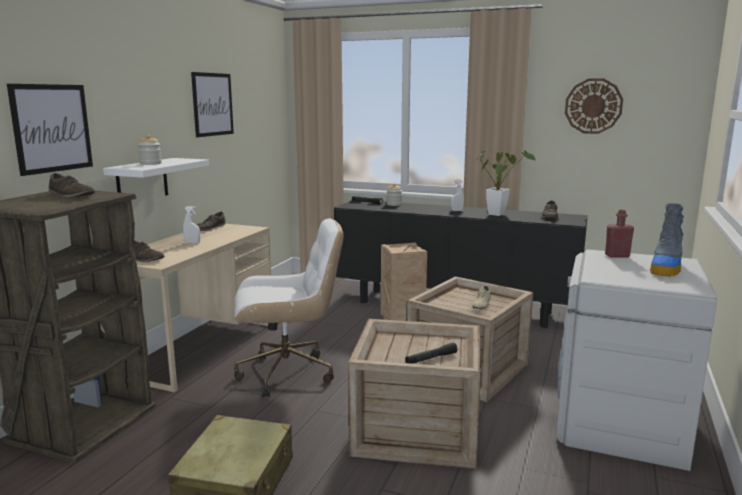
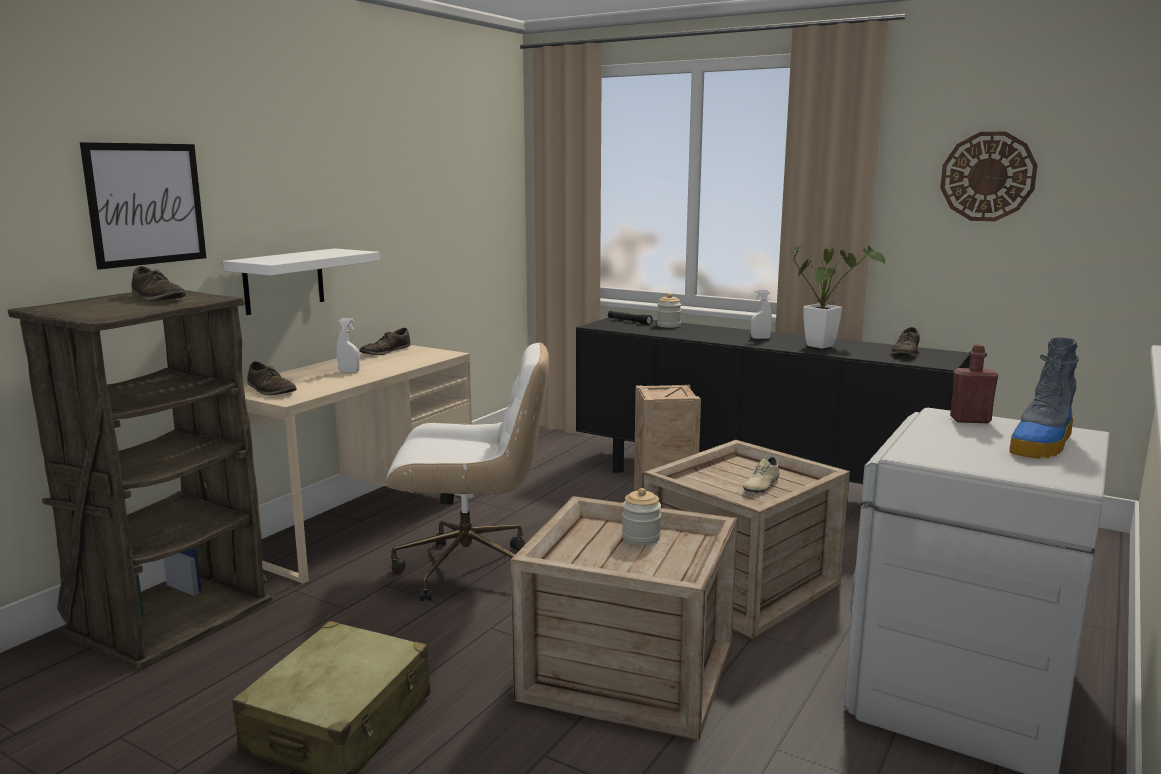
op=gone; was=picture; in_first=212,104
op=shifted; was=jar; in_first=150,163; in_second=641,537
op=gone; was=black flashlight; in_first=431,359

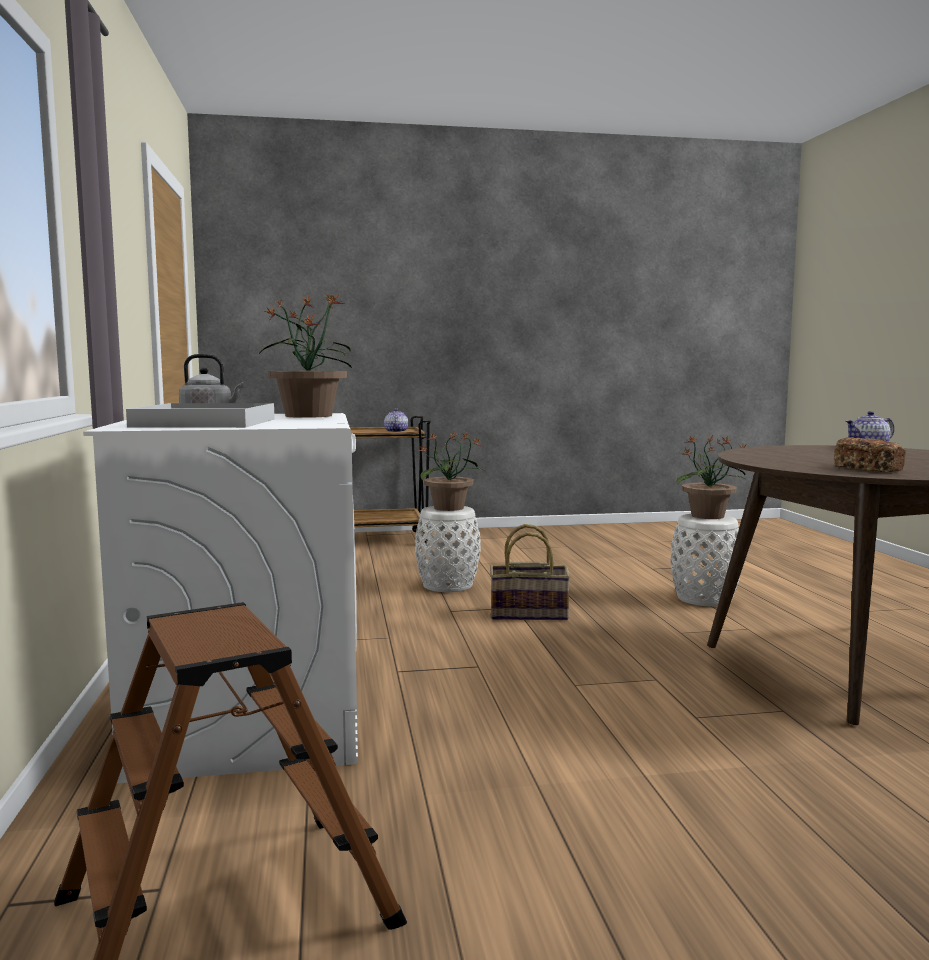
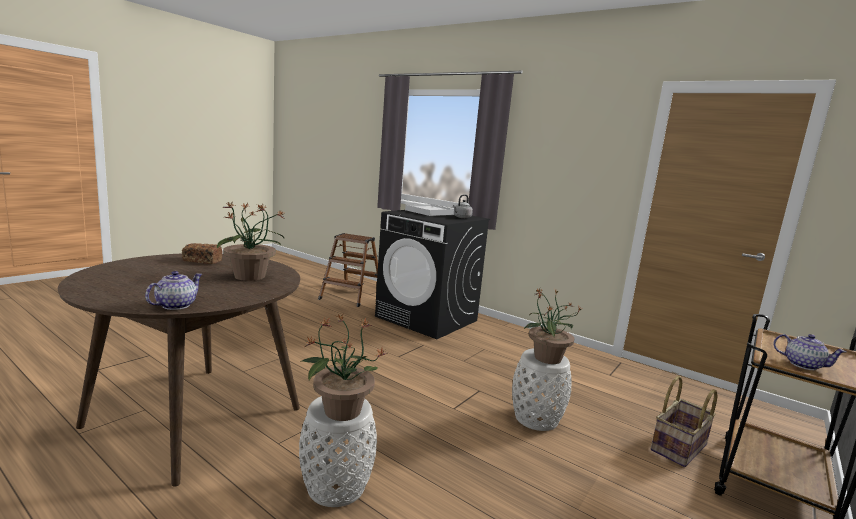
op=shifted; was=potted plant; in_first=308,415; in_second=250,276
op=repainted; was=white washing machine; now=black washing machine; in_first=250,719; in_second=427,319
op=shifted; was=basket; in_first=529,613; in_second=679,448

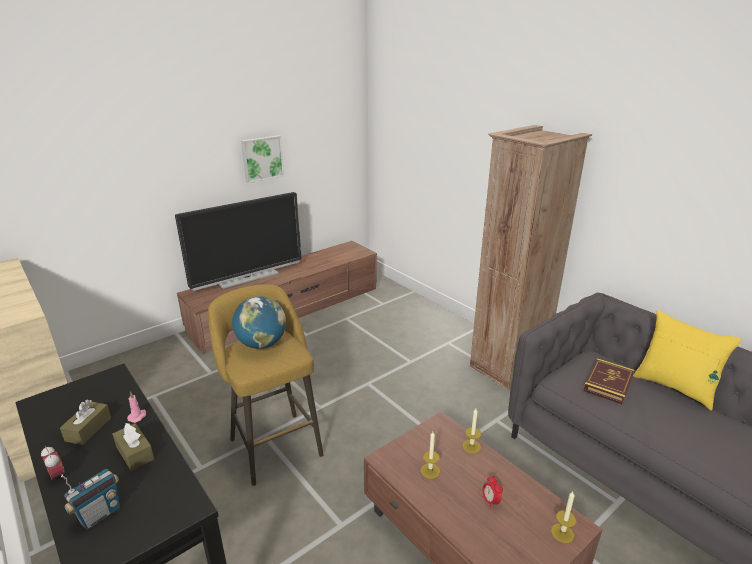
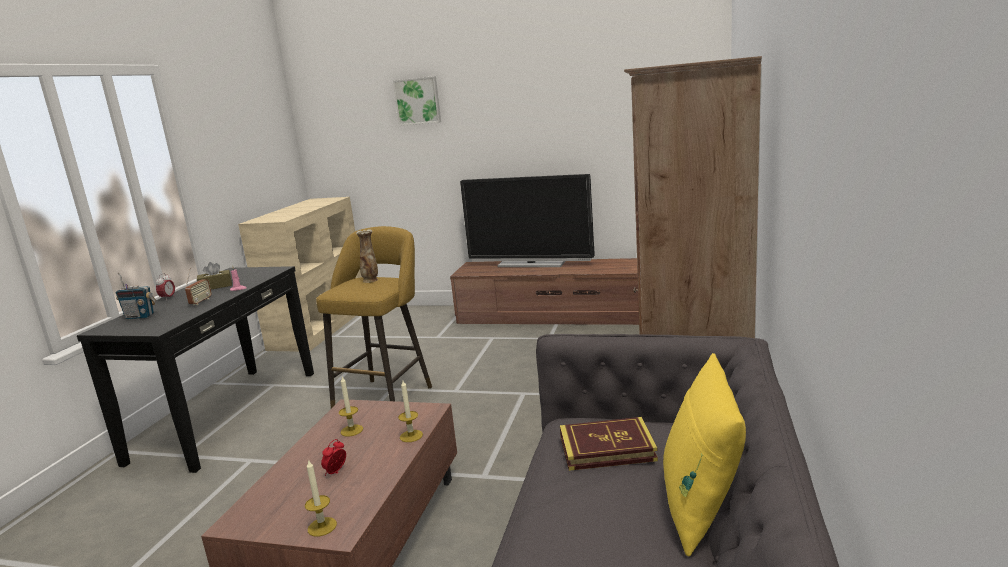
op=shifted; was=picture; in_first=262,158; in_second=418,101
op=swapped; was=globe; now=vase; in_first=262,344; in_second=371,280
op=swapped; was=brown tissue box; now=radio; in_first=135,453; in_second=200,302

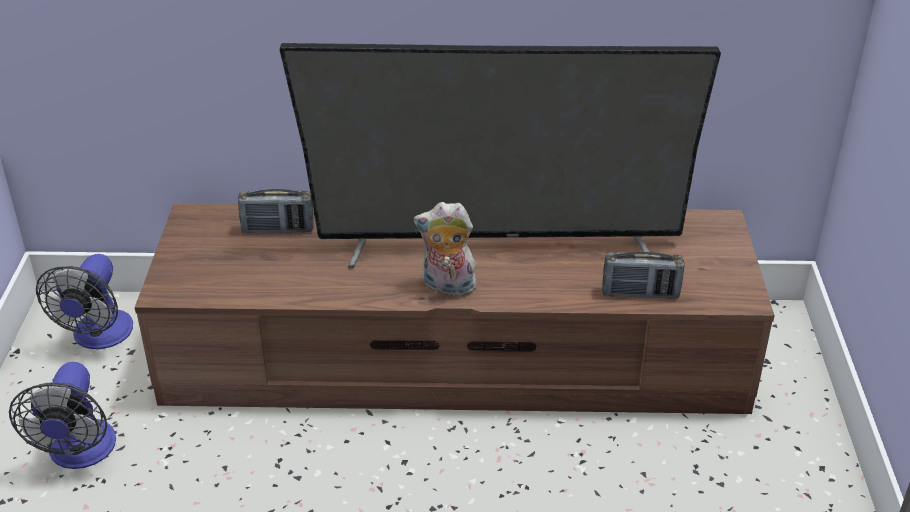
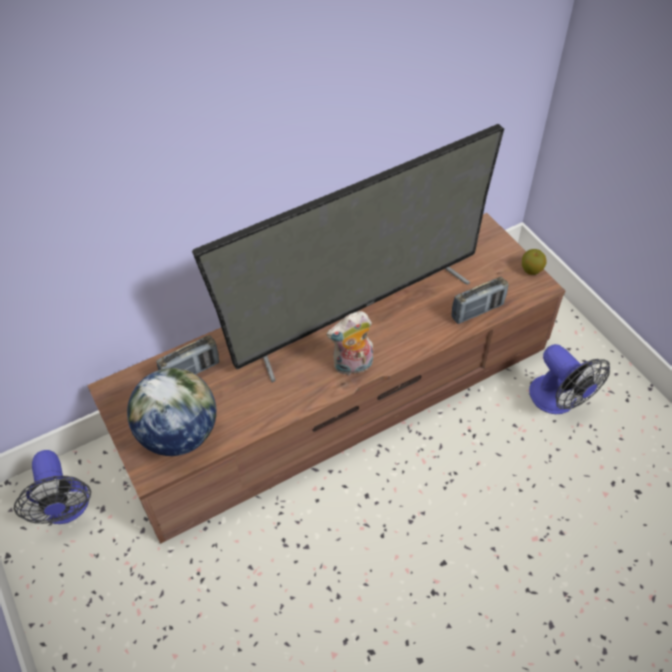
op=shifted; was=fan; in_first=80,454; in_second=559,401
op=new; now=apple; in_second=531,270
op=new; now=globe; in_second=179,434

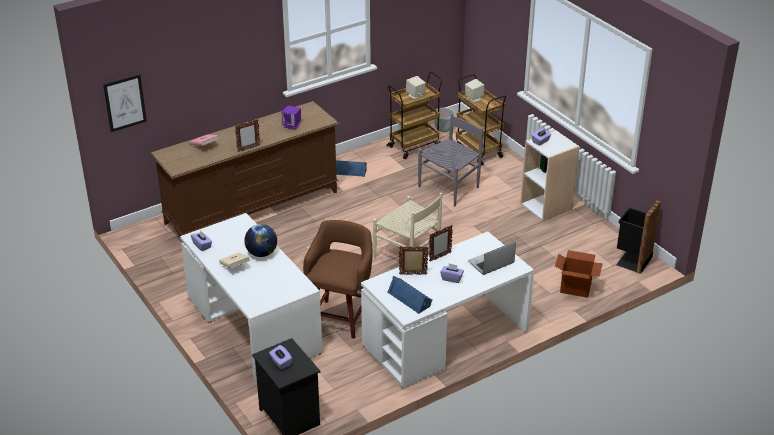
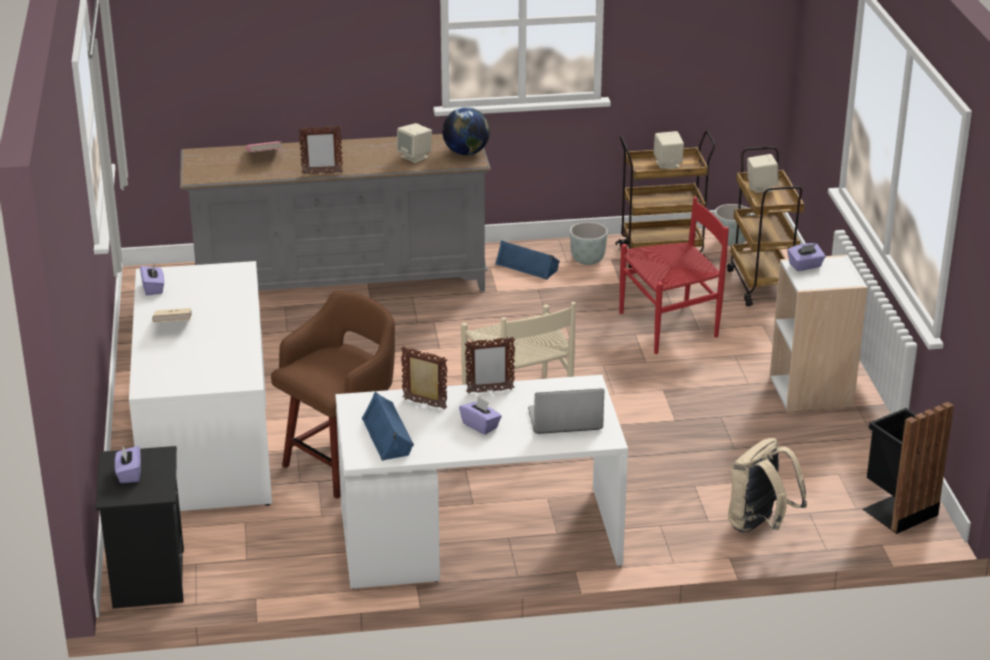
op=gone; was=picture; in_first=125,103
op=repainted; was=brown cabinet; now=grey cabinet; in_first=252,208; in_second=341,283
op=repainted; was=purple speaker; now=beige speaker; in_first=292,125; in_second=415,157
op=repainted; was=grey chair; now=red chair; in_first=450,188; in_second=670,327
op=shifted; was=globe; in_first=261,253; in_second=466,153
op=swapped; was=cardboard box; now=beige backpack; in_first=575,288; in_second=760,525
op=new; now=grey planter; in_second=588,260

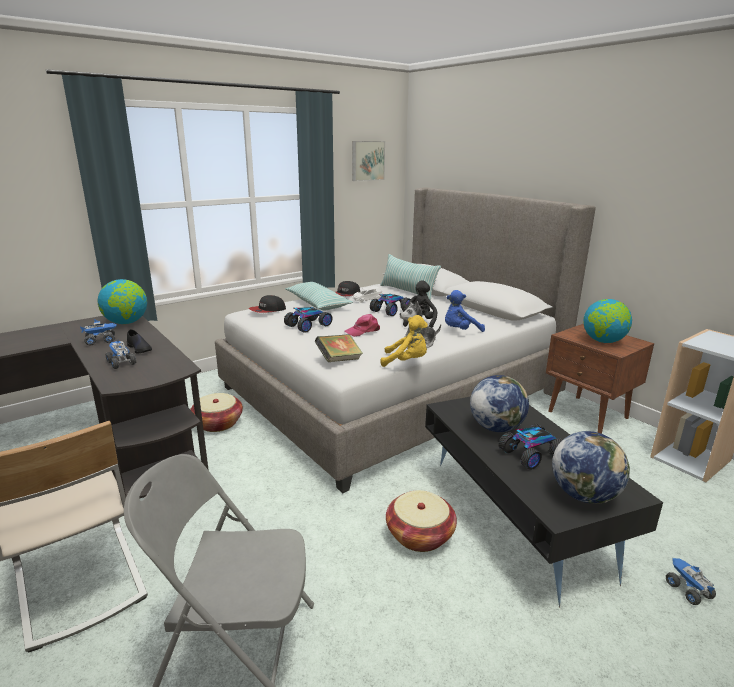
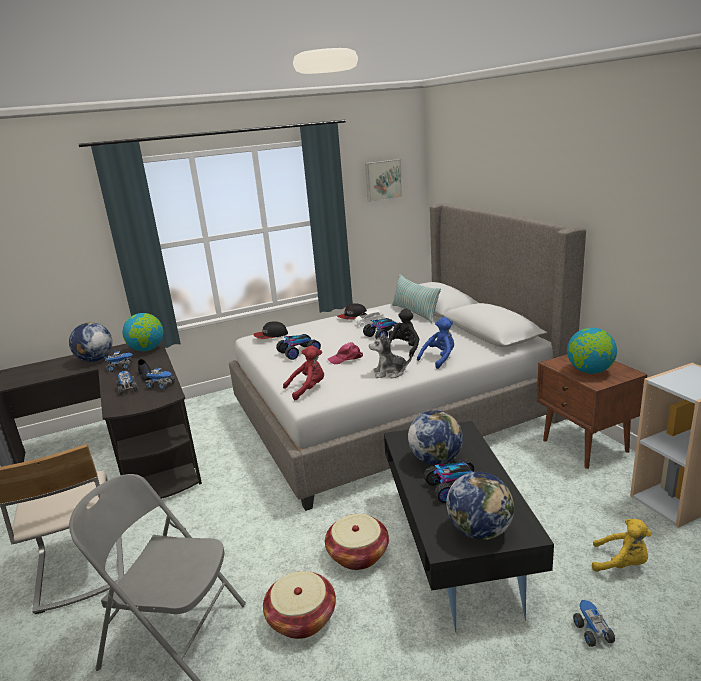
op=gone; was=pillow; in_first=318,304
op=rotated; was=blue plush toy; in_first=460,331; in_second=439,359; clockwise=150
op=shifted; was=yellow plush toy; in_first=406,362; in_second=621,564
op=swapped; was=book; now=red plush toy; in_first=339,360; in_second=308,389
op=shifted; was=basket; in_first=218,423; in_second=302,618
op=new; now=globe; in_second=95,360
op=new; now=toy truck; in_second=161,386

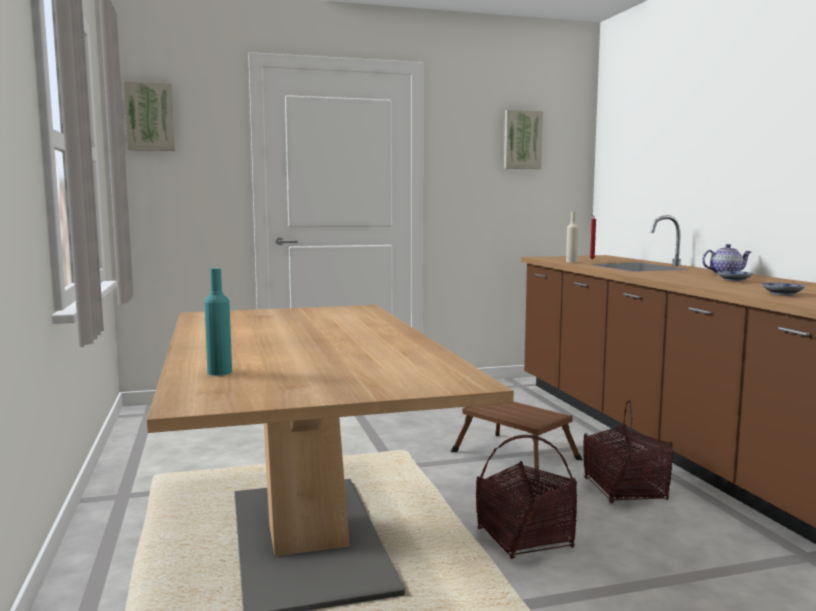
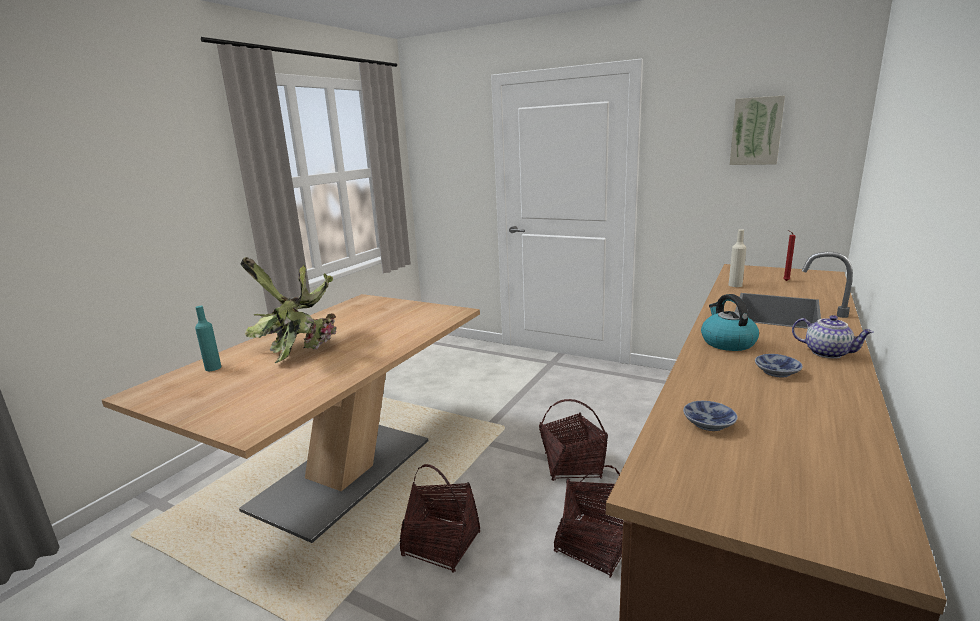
op=gone; was=picture; in_first=150,117
op=swapped; was=brown step ladder; now=basket; in_first=516,455; in_second=572,466
op=new; now=potted plant; in_second=302,347
op=new; now=kettle; in_second=727,342

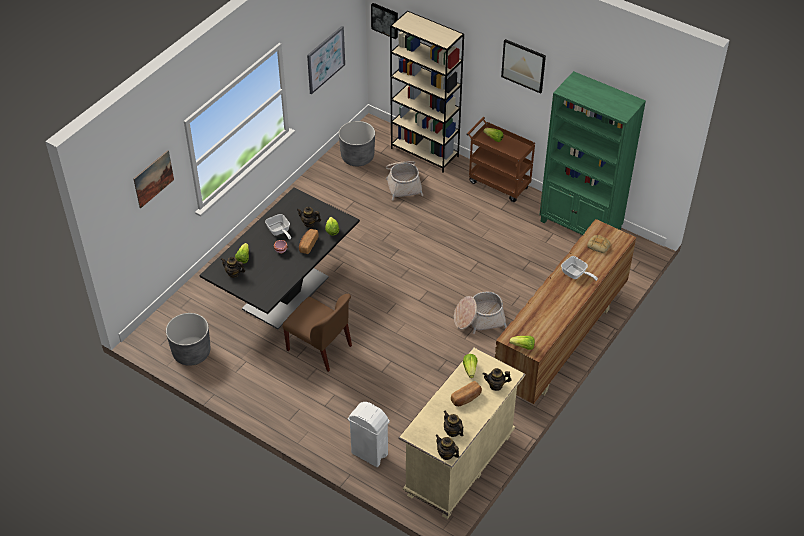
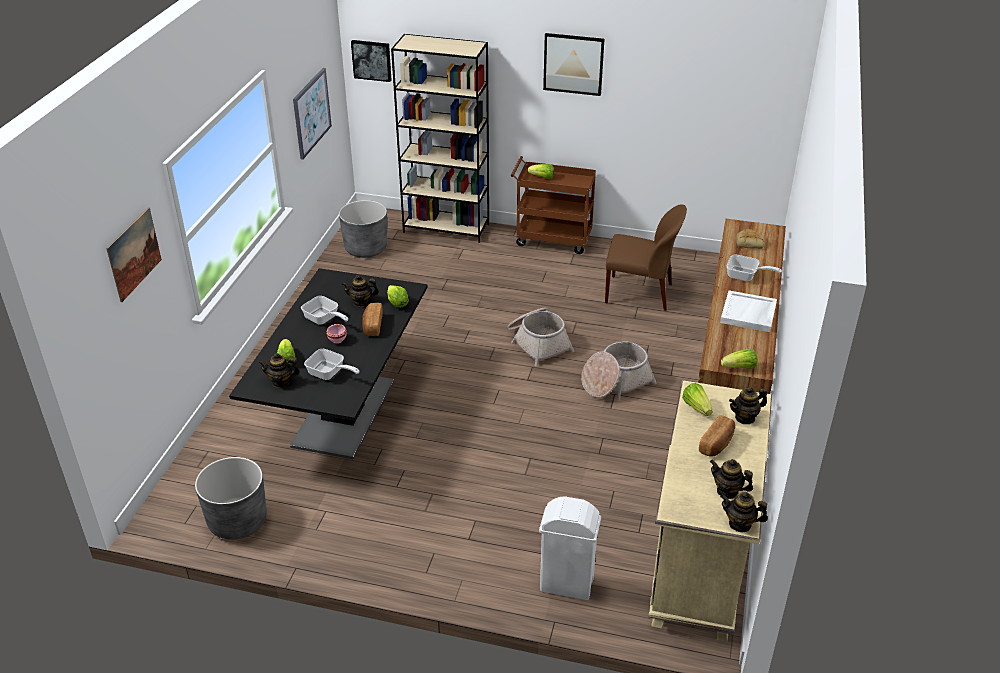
op=gone; was=green bookcase; in_first=580,226
op=shifted; was=basket; in_first=403,183; in_second=538,343
op=shifted; was=brown chair; in_first=320,348; in_second=640,293
op=new; now=white tray; in_second=748,314
op=new; now=frying pan; in_second=329,374

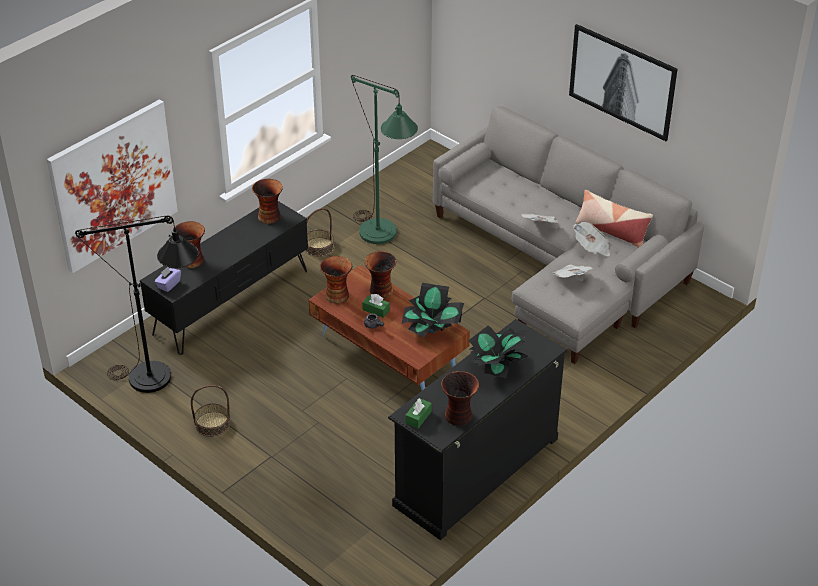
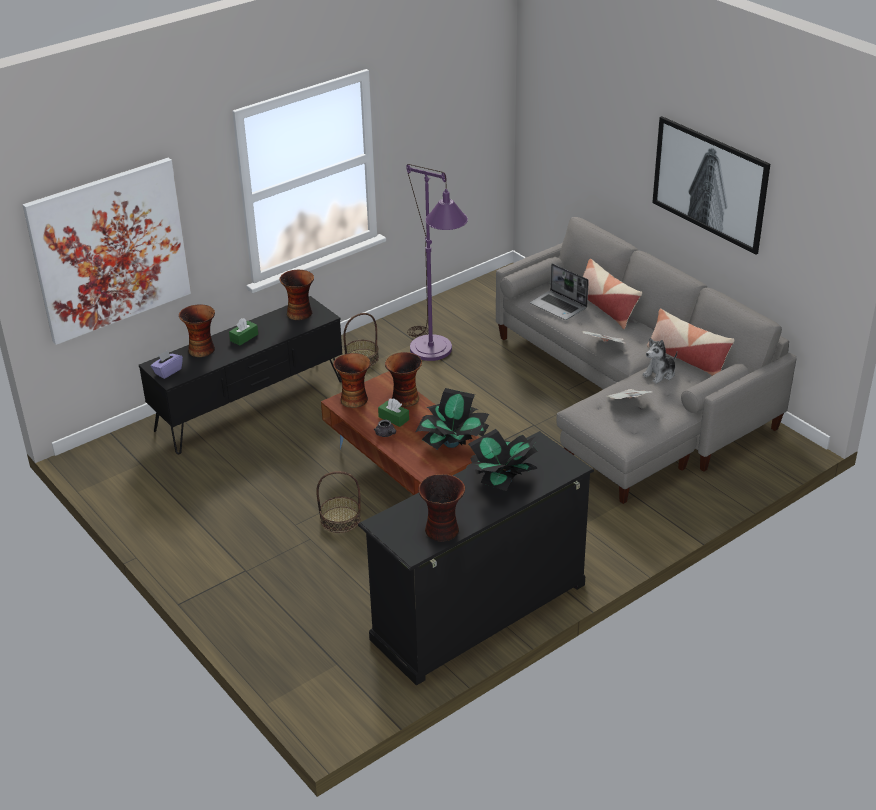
op=repainted; was=green floor lamp; now=purple floor lamp; in_first=383,238; in_second=435,355
op=gone; was=black floor lamp; in_first=162,380
op=swapped; was=newspaper; now=plush toy; in_first=591,248; in_second=660,374
op=shifted; was=basket; in_first=212,424; in_second=340,520
op=shifted; was=green tissue box; in_first=418,417; in_second=244,337
op=new; now=pillow; in_second=606,307
op=new; now=laptop; in_second=559,306

